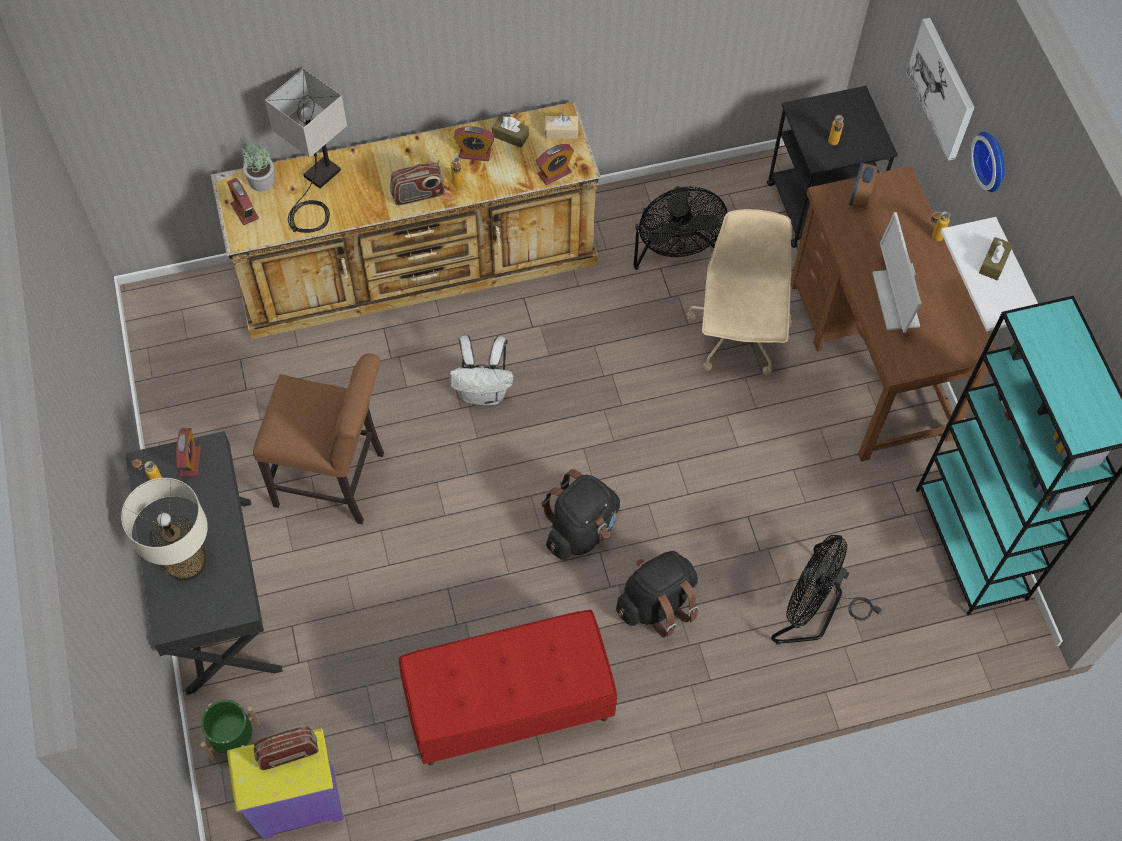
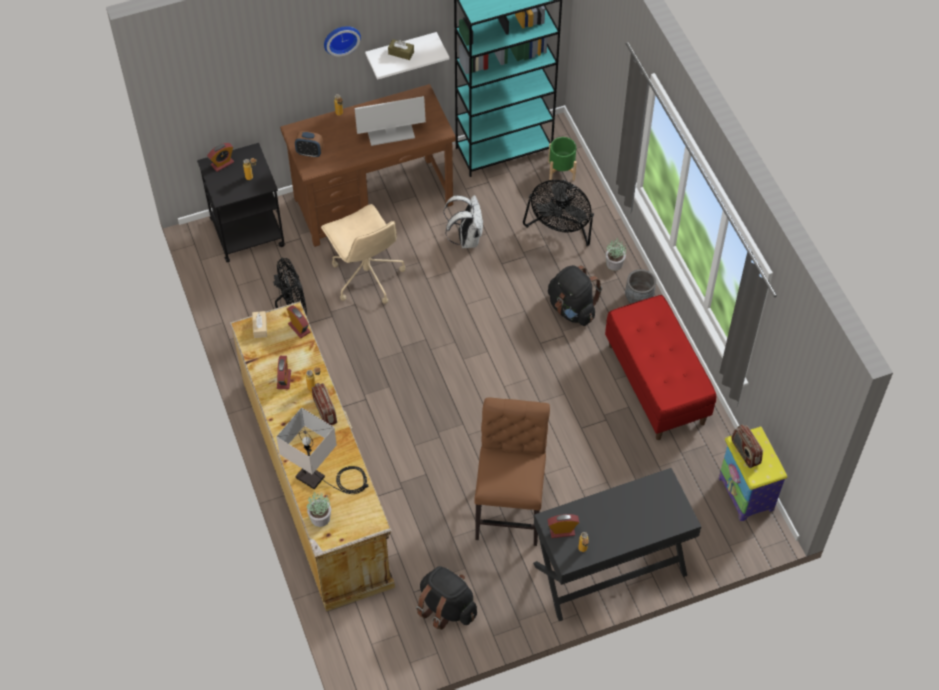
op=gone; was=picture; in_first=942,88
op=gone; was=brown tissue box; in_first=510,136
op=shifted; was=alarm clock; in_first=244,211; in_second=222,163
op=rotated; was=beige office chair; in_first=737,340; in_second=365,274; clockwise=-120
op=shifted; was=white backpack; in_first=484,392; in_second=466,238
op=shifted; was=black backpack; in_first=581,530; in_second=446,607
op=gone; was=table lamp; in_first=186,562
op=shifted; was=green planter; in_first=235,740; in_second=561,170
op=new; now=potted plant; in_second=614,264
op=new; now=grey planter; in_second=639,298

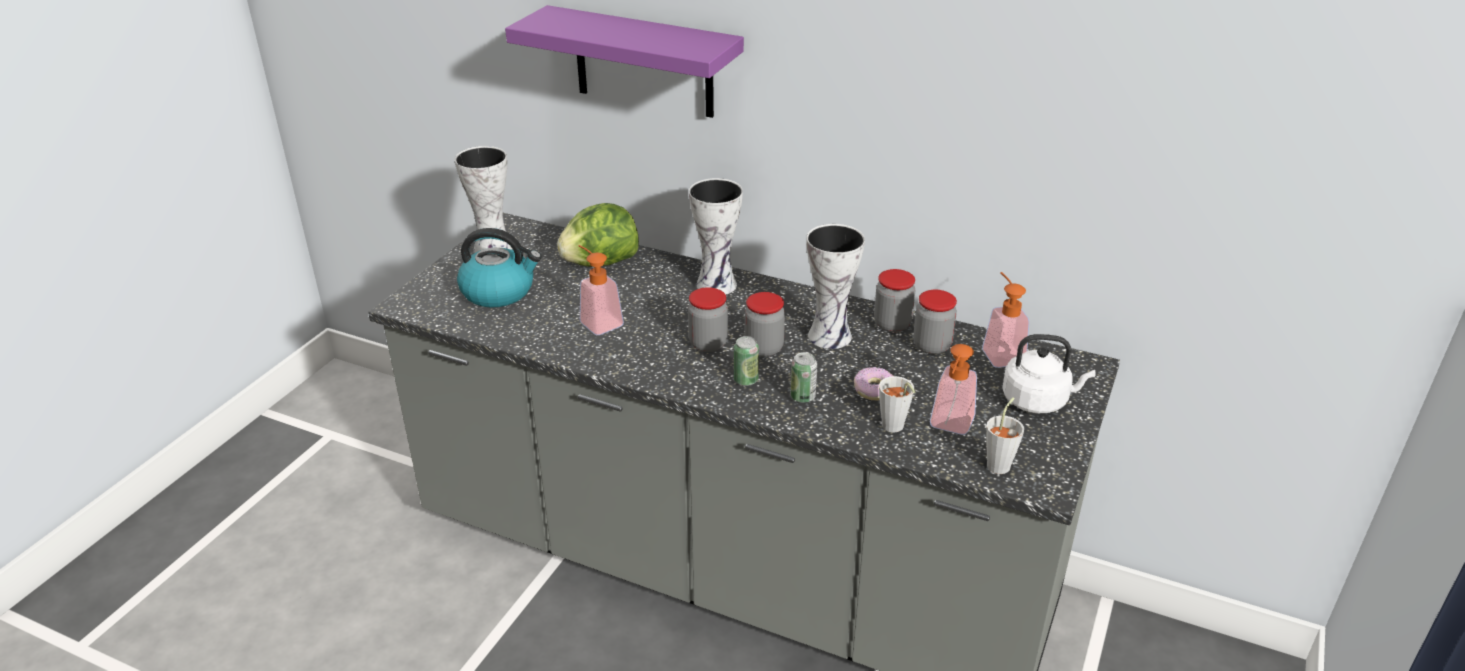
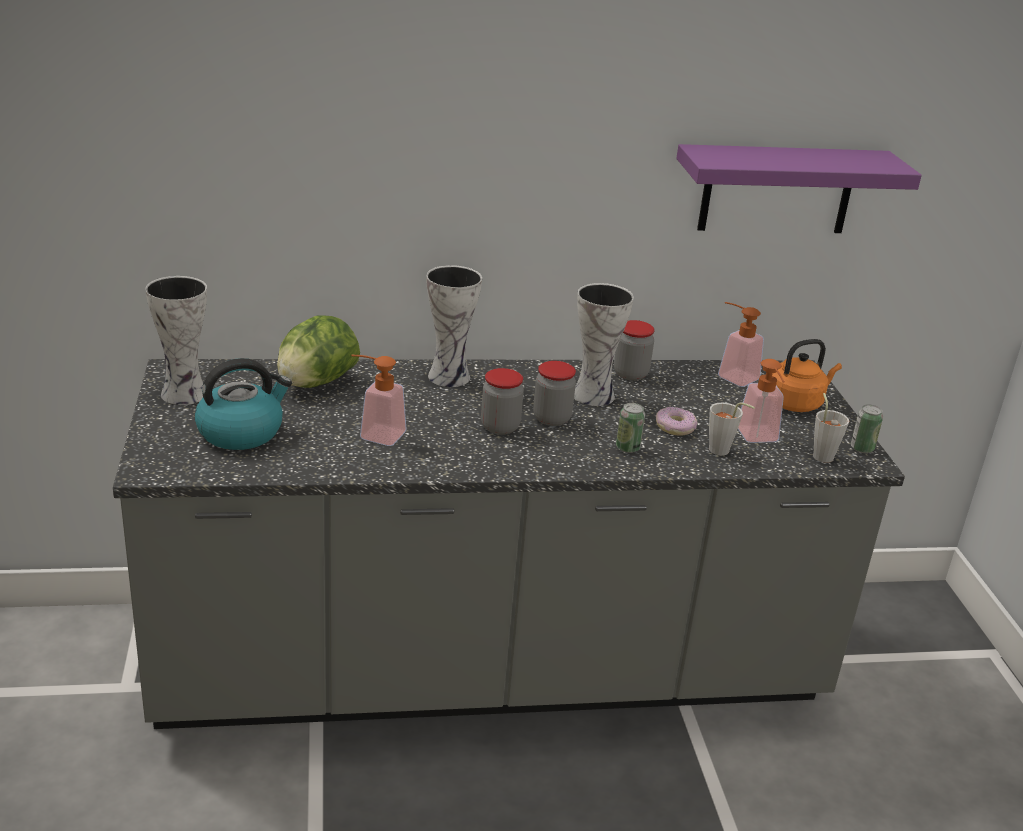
op=shifted; was=purple shelf; in_first=644,62; in_second=777,189
op=gone; was=jar; in_first=932,346
op=repainted; was=white kettle; now=orange kettle; in_first=1038,401; in_second=796,403
op=shifted; was=can; in_first=746,380; in_second=862,448

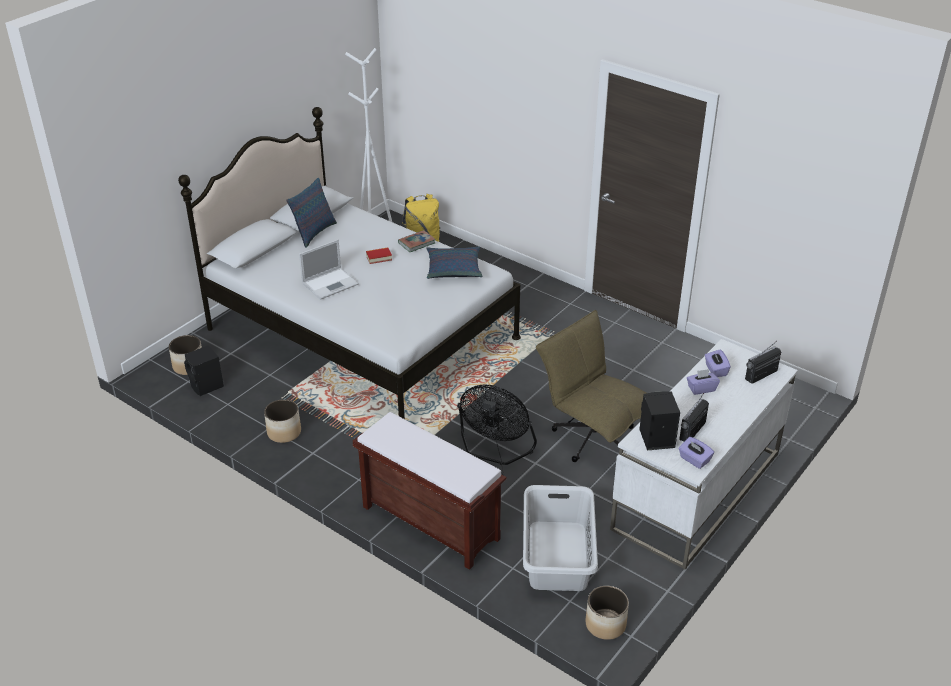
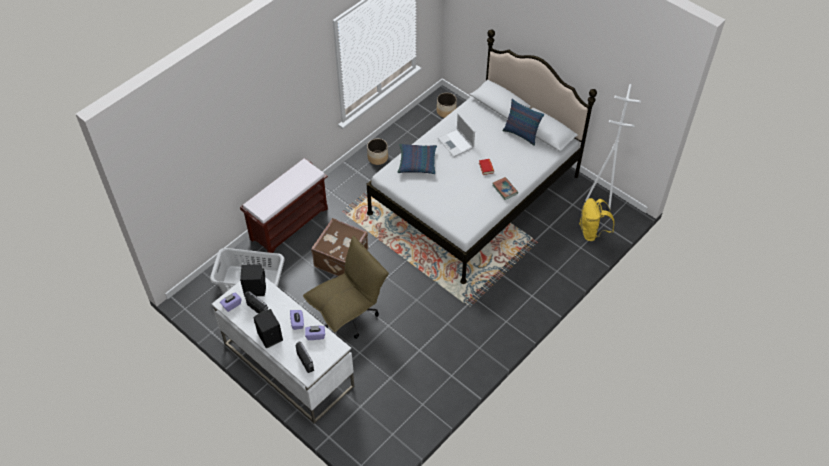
op=shifted; was=blue pillow; in_first=454,269; in_second=417,163
op=shifted; was=black speaker; in_first=207,386; in_second=269,337
op=swapped; was=black fan; now=brown suitcase; in_first=493,454; in_second=342,258
op=gone; was=planter; in_first=606,624

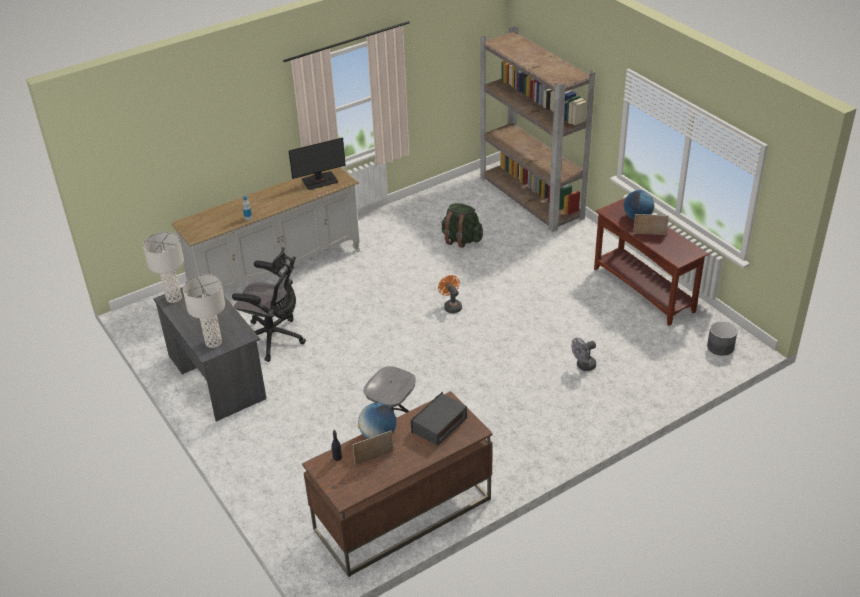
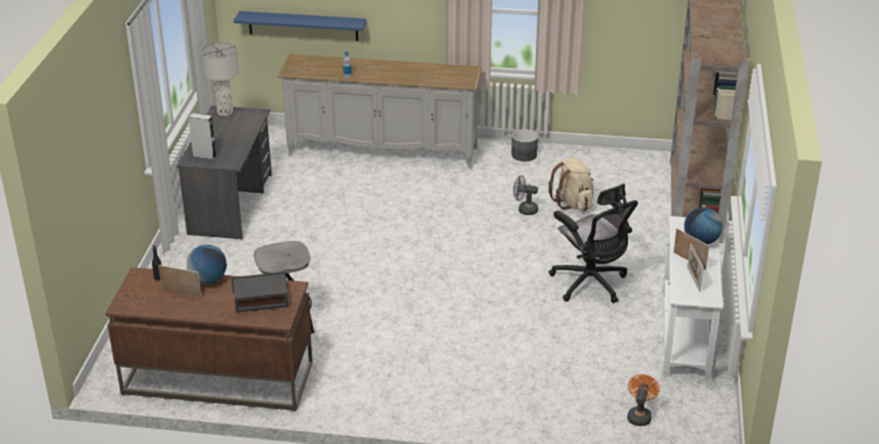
op=gone; was=monitor; in_first=319,181
op=repainted; was=brown console table; now=white console table; in_first=644,290; in_second=685,334
op=repainted; was=green backpack; now=beige backpack; in_first=461,240; in_second=573,203
op=shifted; was=office chair; in_first=272,338; in_second=590,283
op=swapped; was=white table lamp; now=grey speaker; in_first=213,342; in_second=204,156
op=shifted; was=orange fan; in_first=451,306; in_second=639,415
op=shifted; was=grey planter; in_first=720,347; in_second=523,155
op=shifted; was=grey fan; in_first=583,366; in_second=524,210
op=new; now=blue shelf; in_second=303,26
op=new; now=picture frame; in_second=693,279

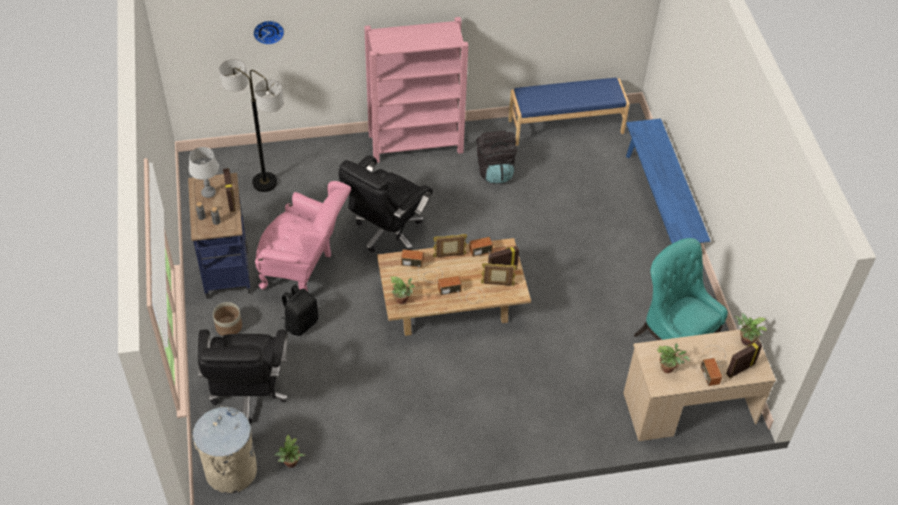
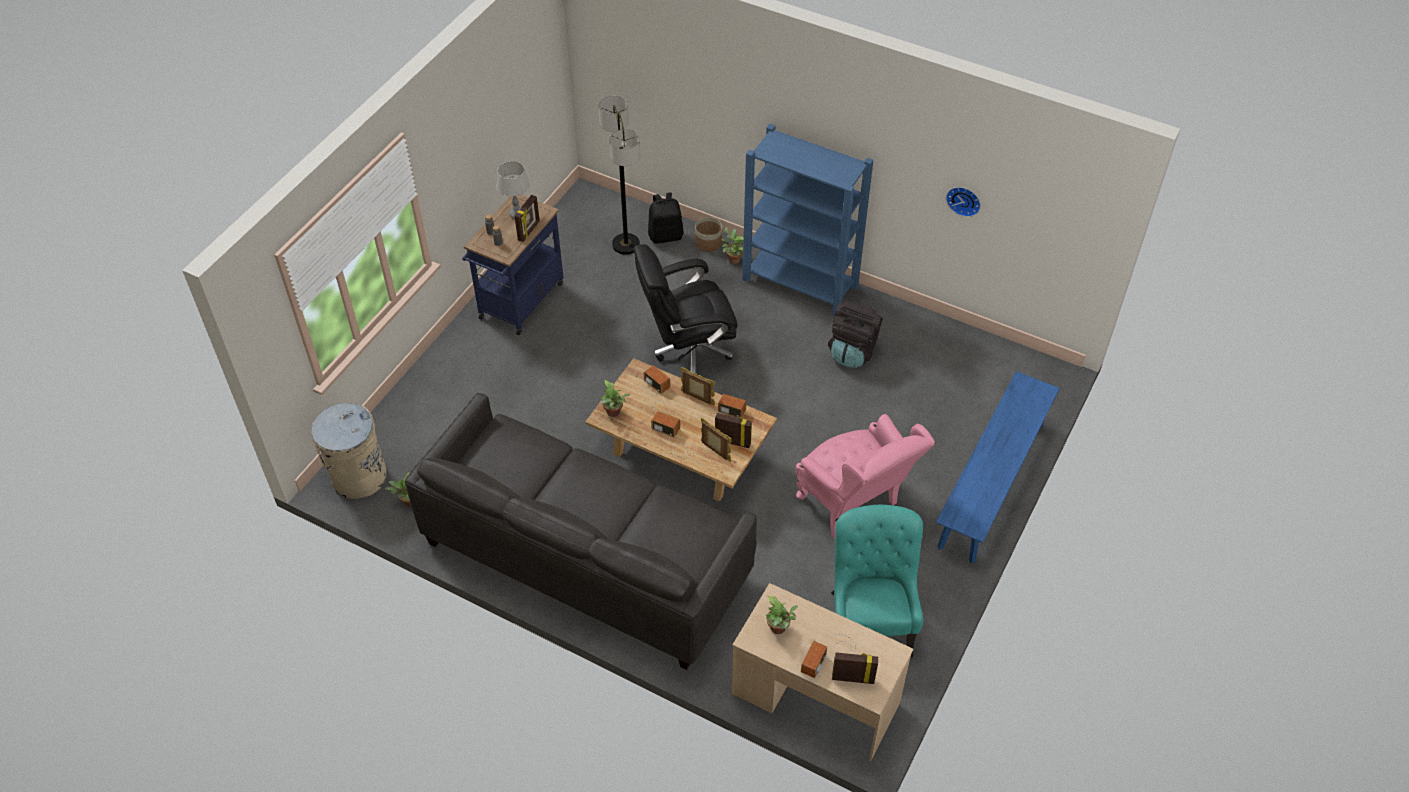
op=repainted; was=pink bookcase; now=blue bookcase; in_first=415,143; in_second=800,283
op=shifted; was=wall clock; in_first=268,30; in_second=964,200
op=gone; was=blue bench; in_first=565,126
op=shifted; was=pink armchair; in_first=305,273; in_second=854,507
op=shifted; was=black backpack; in_first=301,323; in_second=666,235
op=shifted; was=planter; in_first=228,326; in_second=708,243
op=shifted; was=potted plant; in_first=745,341; in_second=733,259
op=gone; was=black office chair; in_first=249,397
op=new; now=grey sofa; in_second=586,557

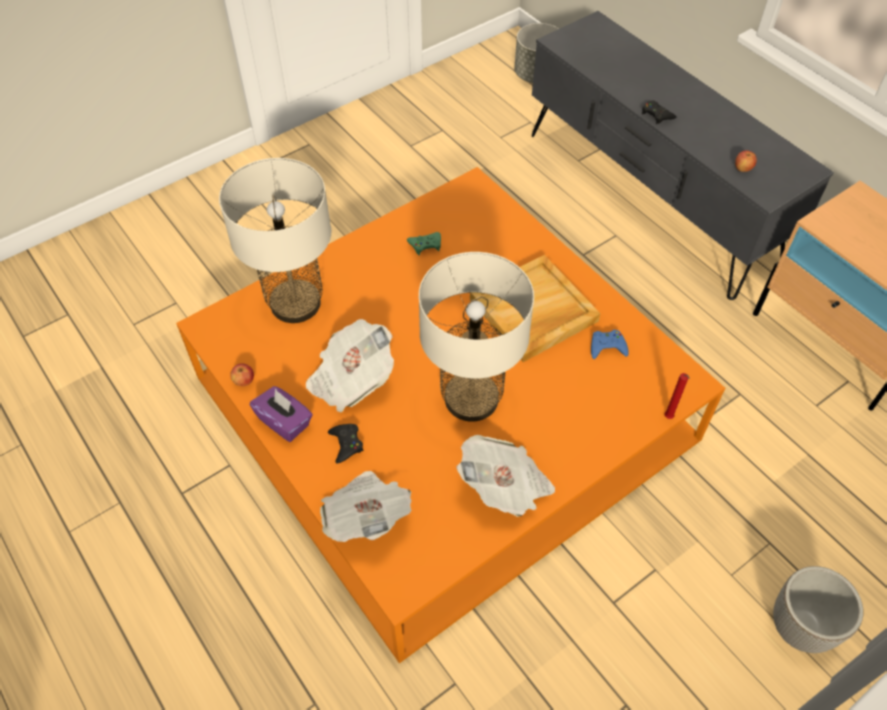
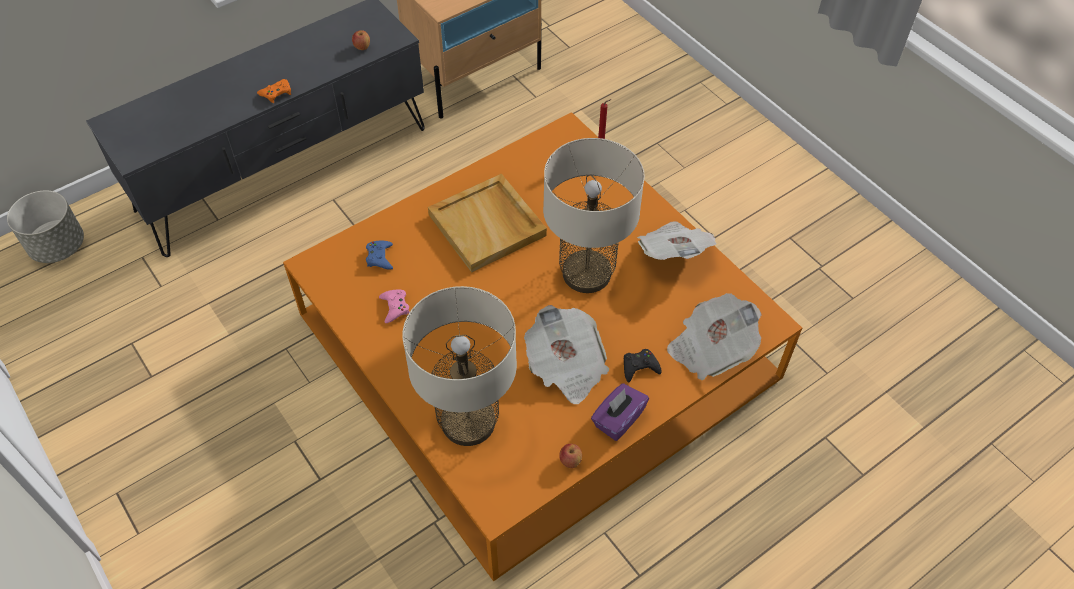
op=repainted; was=black game controller; now=orange game controller; in_first=656,115; in_second=276,93
op=repainted; was=green game controller; now=pink game controller; in_first=425,245; in_second=395,307
op=shifted; was=blue game controller; in_first=607,347; in_second=380,257
op=gone; was=planter; in_first=800,626

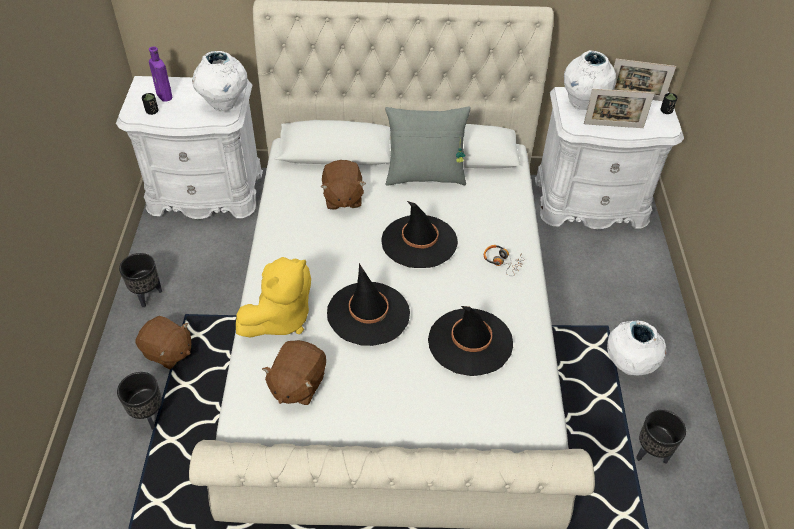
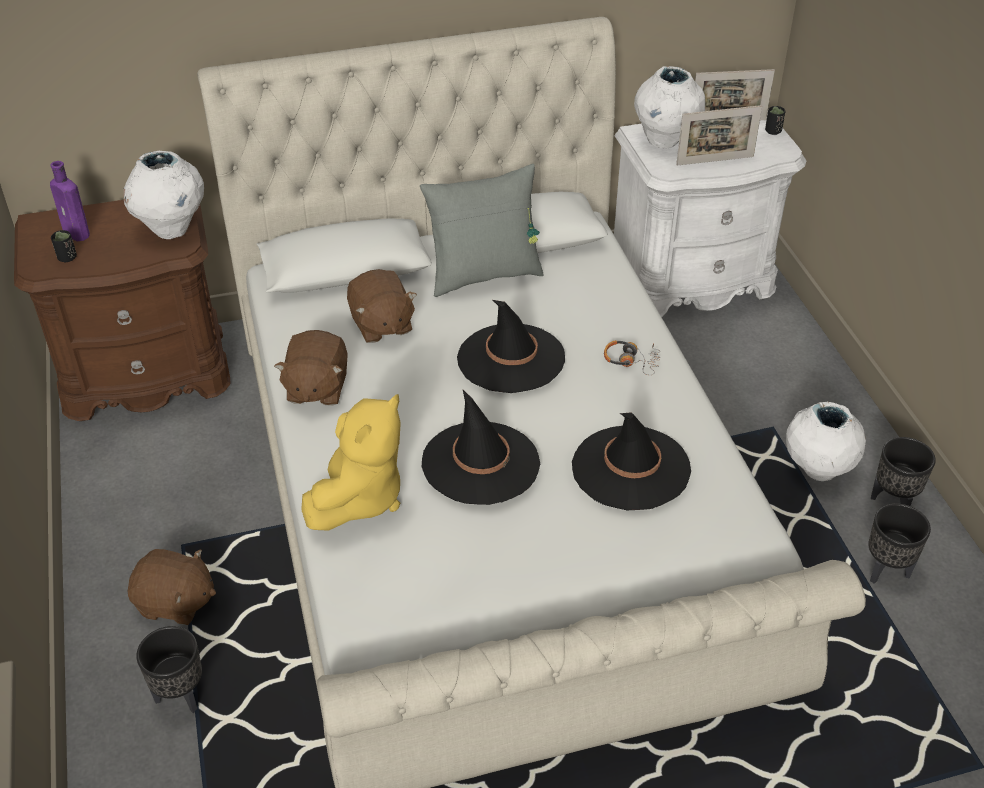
op=repainted; was=white nightstand; now=brown nightstand; in_first=205,194; in_second=147,376
op=shifted; was=black planter; in_first=148,295; in_second=893,501
op=shifted; was=brown plush toy; in_first=297,384; in_second=316,388

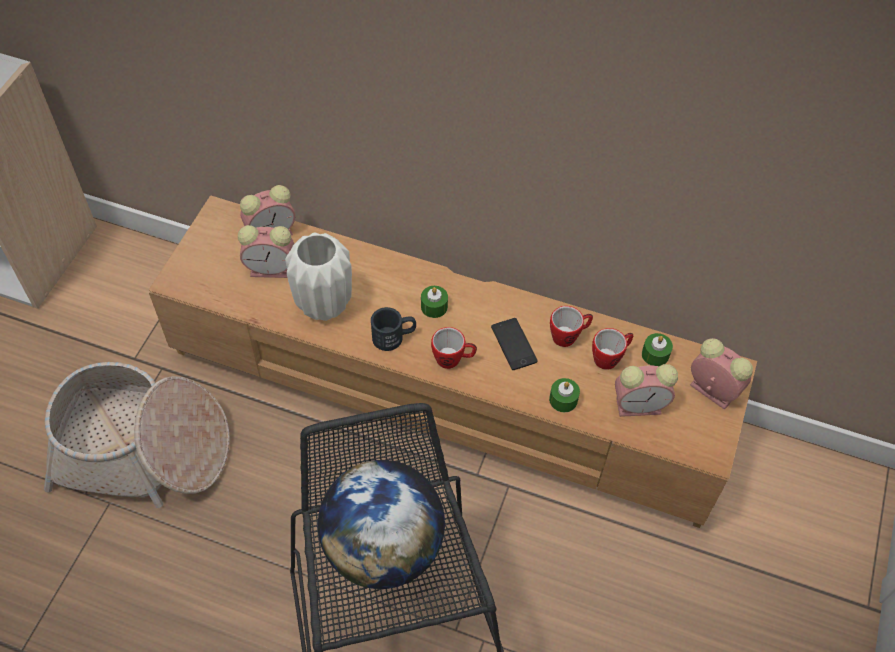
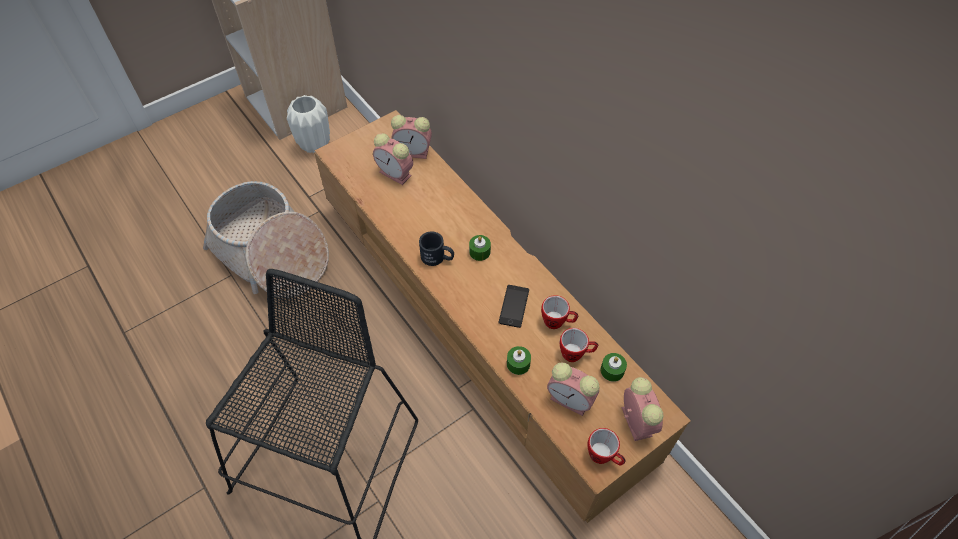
op=shifted; was=white vase; in_first=323,305; in_second=314,144
op=shifted; was=mug; in_first=453,359; in_second=604,456
op=gone; was=globe; in_first=383,547

